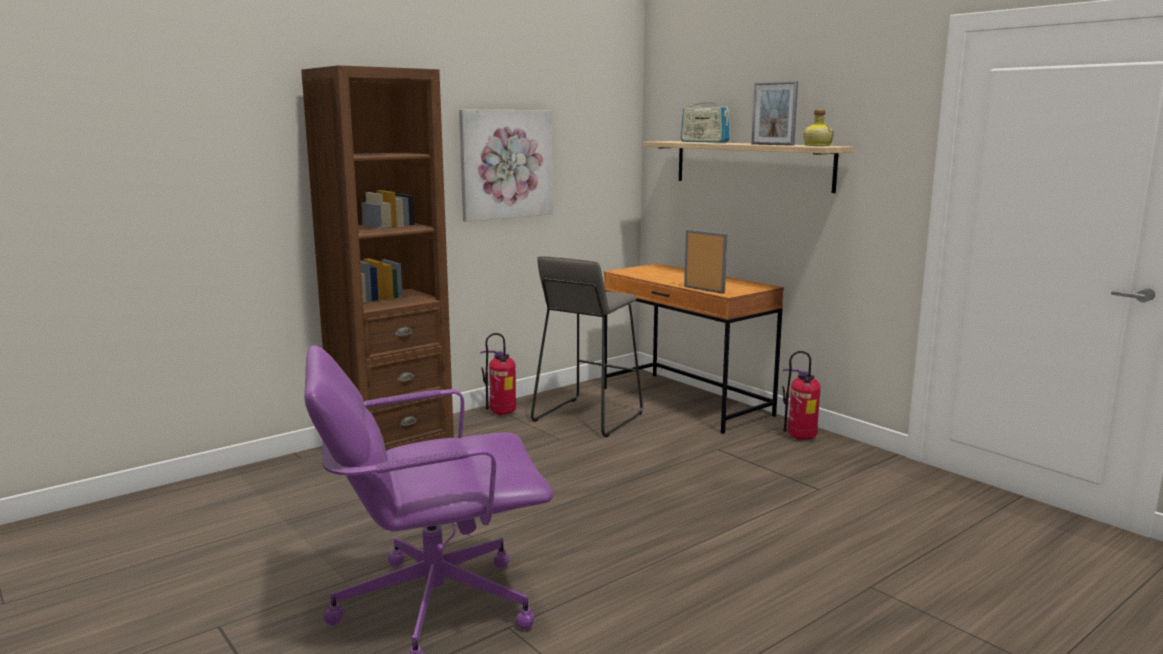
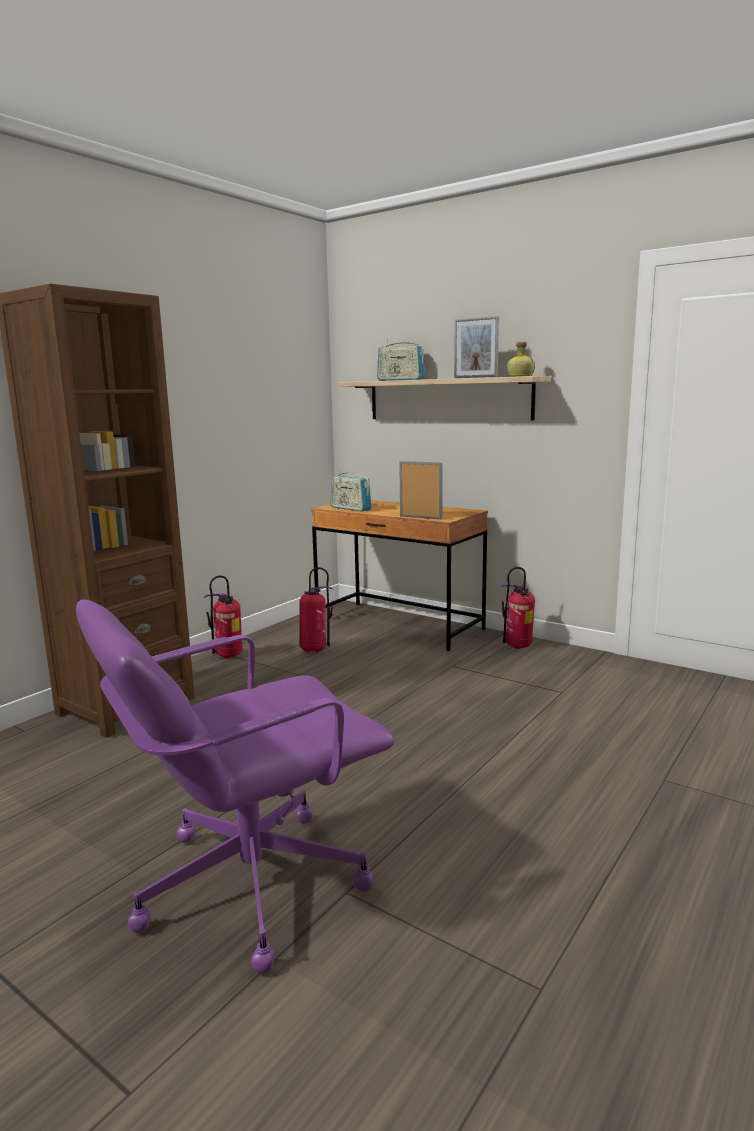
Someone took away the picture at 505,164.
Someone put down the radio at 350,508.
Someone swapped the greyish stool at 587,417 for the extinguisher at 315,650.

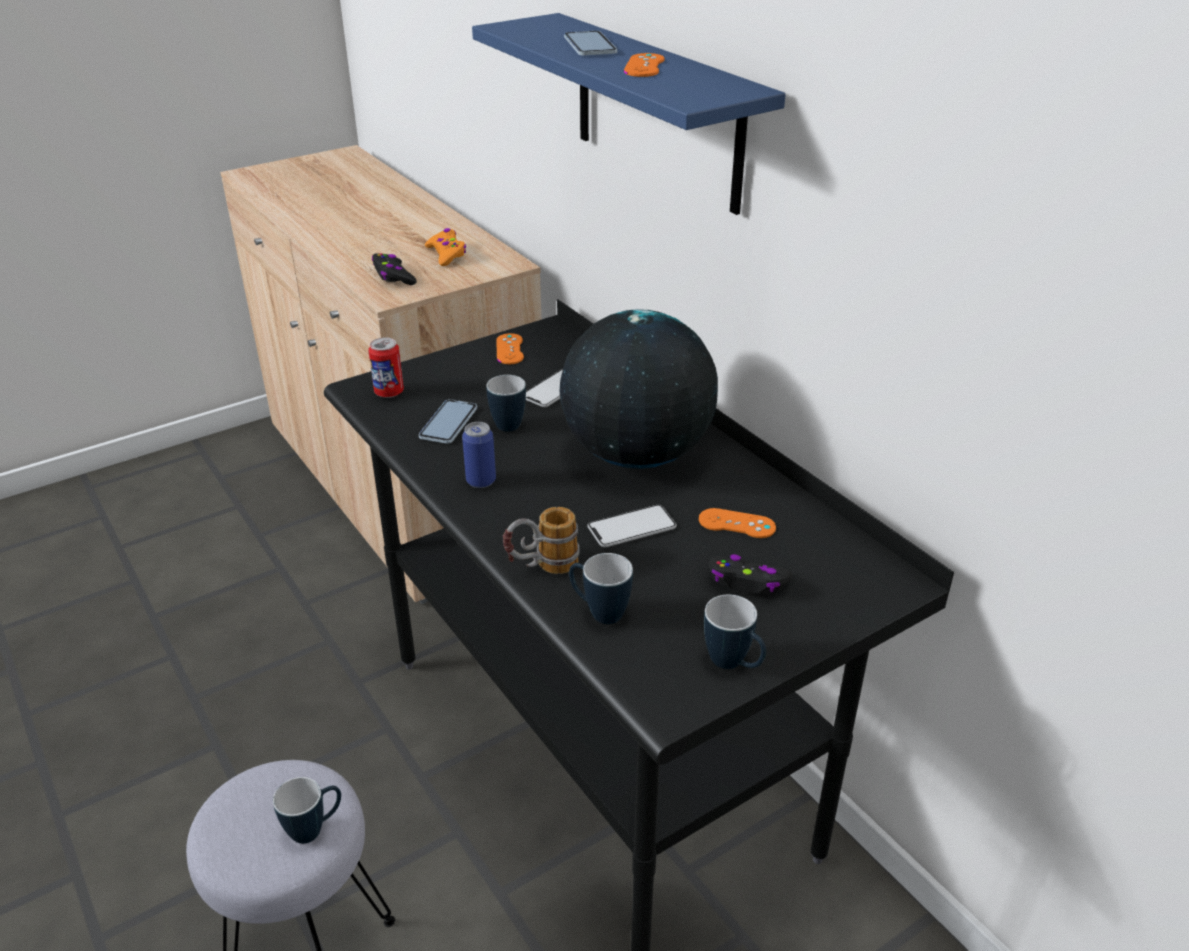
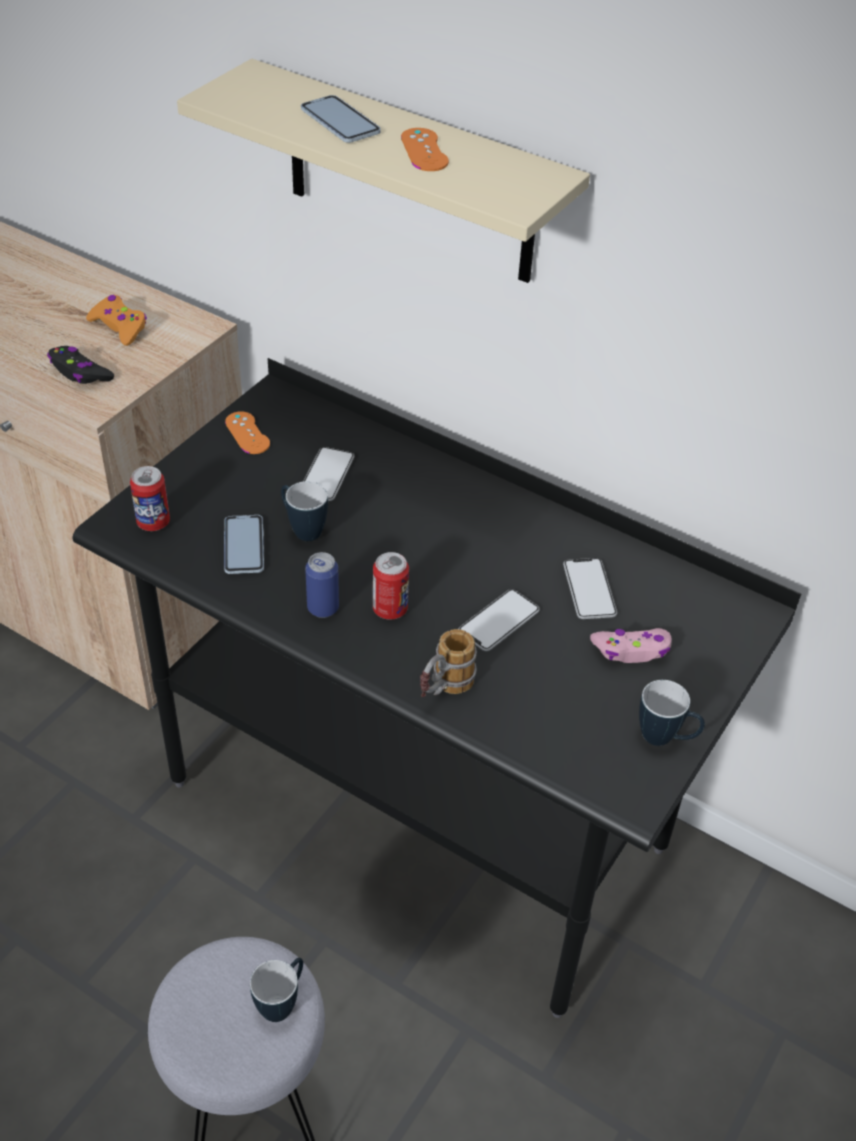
Someone took away the desk globe at 636,455.
Someone took away the coffee mug at 599,612.
Someone put down the can at 390,609.
Someone swapped the orangey joypad at 737,524 for the telephone at 589,590.
Someone repainted the blue wall shelf at 657,112, which became the beige wall shelf at 410,175.
Someone repainted the black joypad at 747,582, which became the pinkish joypad at 632,650.

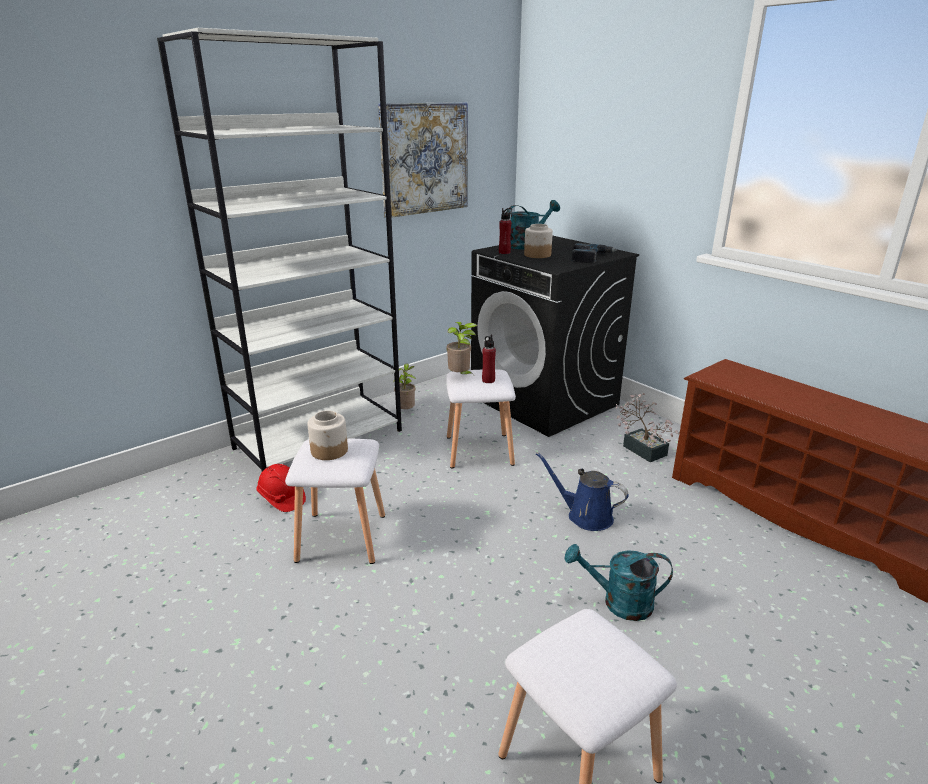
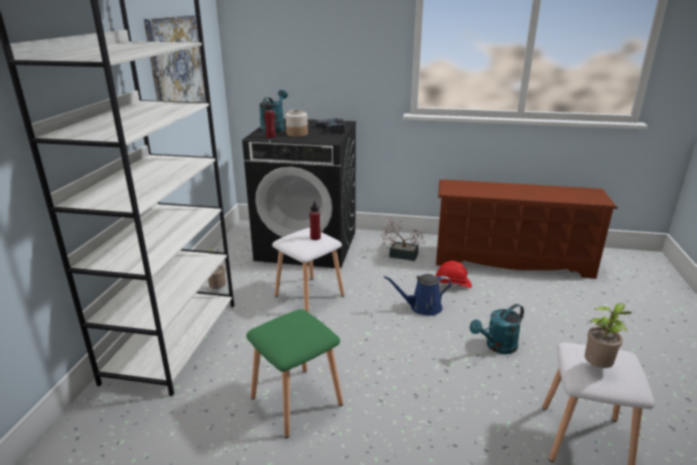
Someone took away the preserve jar at 330,450.
Someone carried the red-coloured safety helmet from 281,498 to 453,284.
Someone carried the potted plant from 460,376 to 598,368.
Someone repainted the white-coloured stool at 341,536, which became the green stool at 295,400.

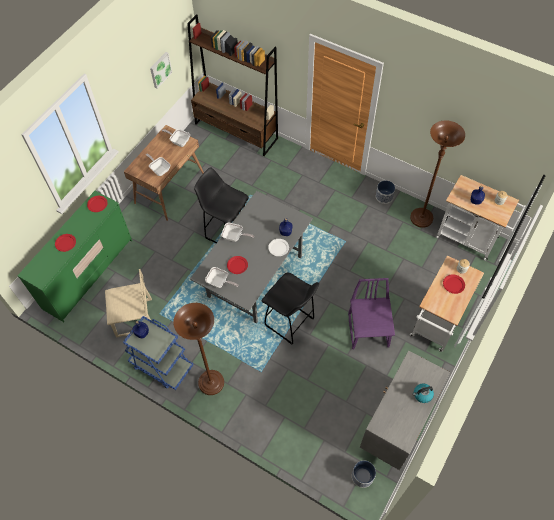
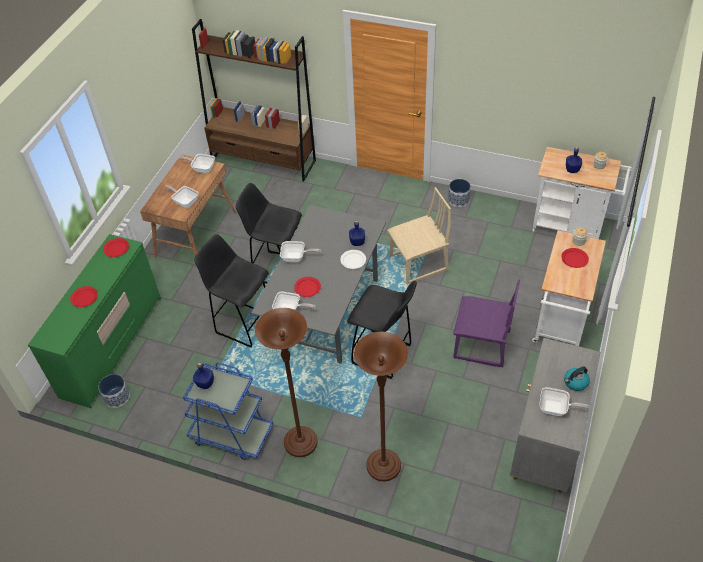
Someone took away the picture at 160,69.
Someone put down the black stool at 243,324.
Someone put down the pan at 556,409.
Someone carried the beige plain chair from 134,318 to 418,264.
Someone carried the plant pot from 362,476 to 117,397.
Someone carried the brownish standing lamp from 421,218 to 383,466.
Someone rotated the purple plain chair at 369,330 by 120 degrees clockwise.

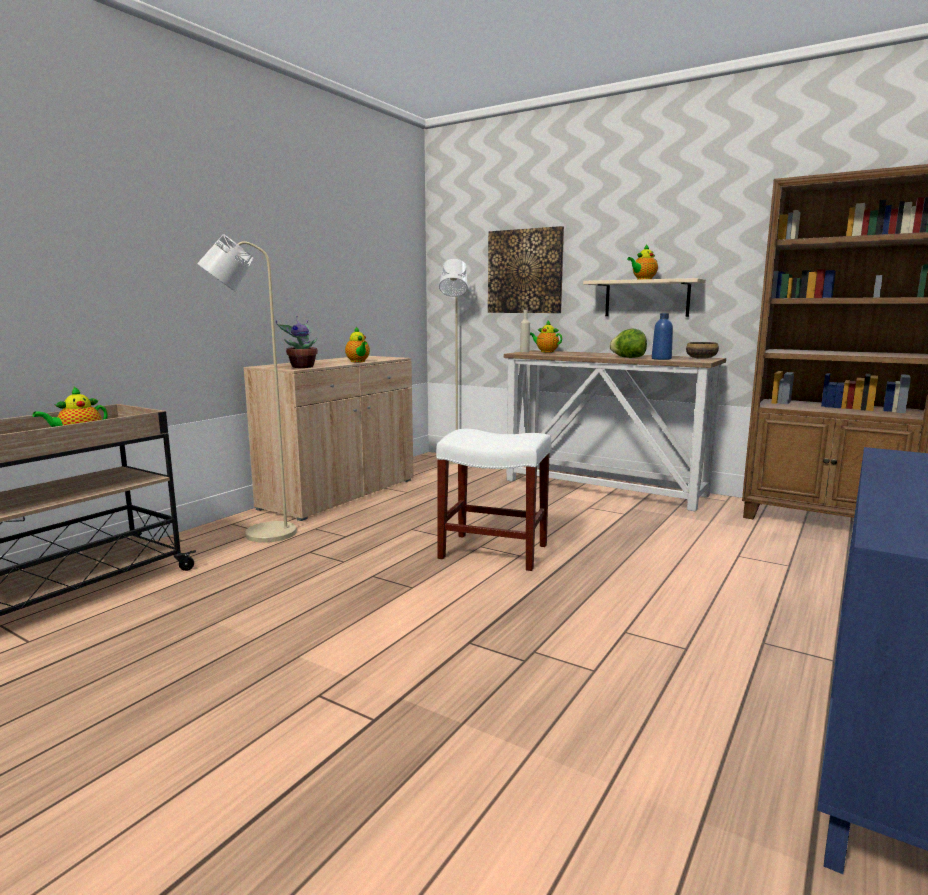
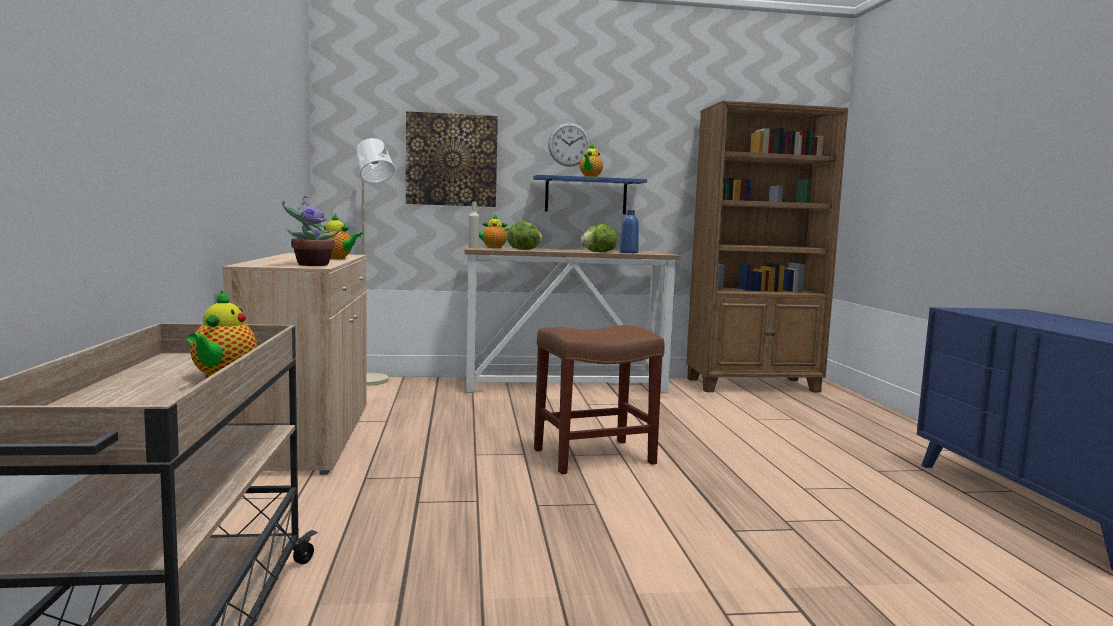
Someone took away the beige standing lamp at 260,534.
Someone took away the serving bowl at 701,358.
Someone put down the lettuce head at 524,249.
Someone put up the wall clock at 569,144.
Someone repainted the white-coloured stool at 495,551, which became the brownish stool at 595,456.
Someone repainted the beige wall shelf at 646,298, which became the blue wall shelf at 586,195.

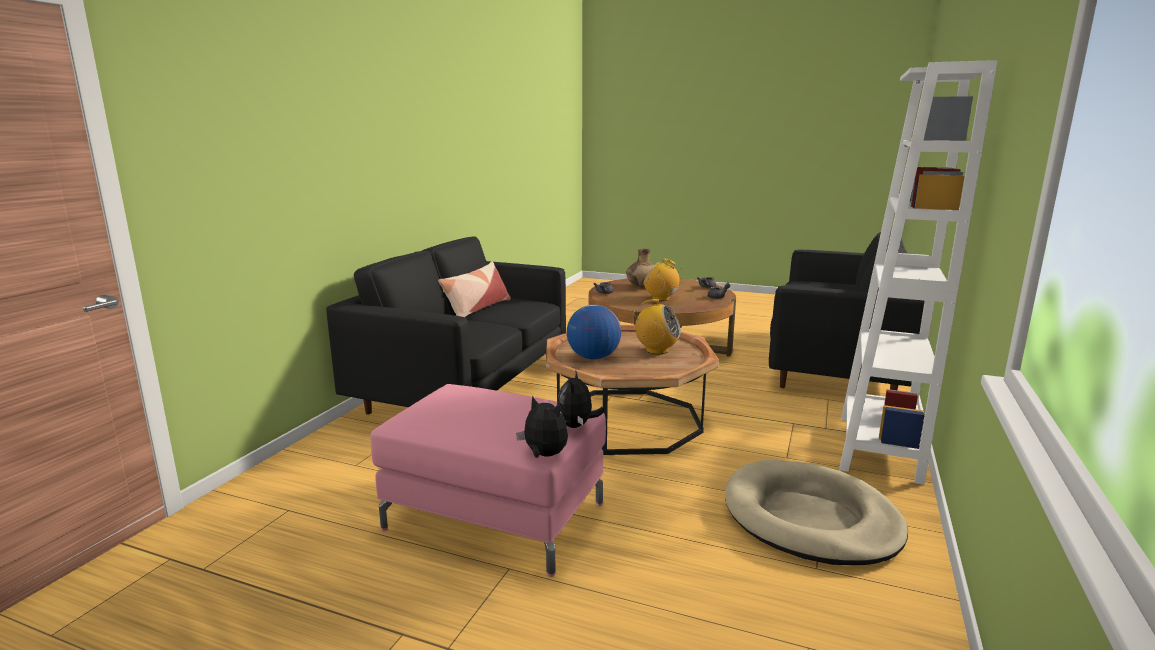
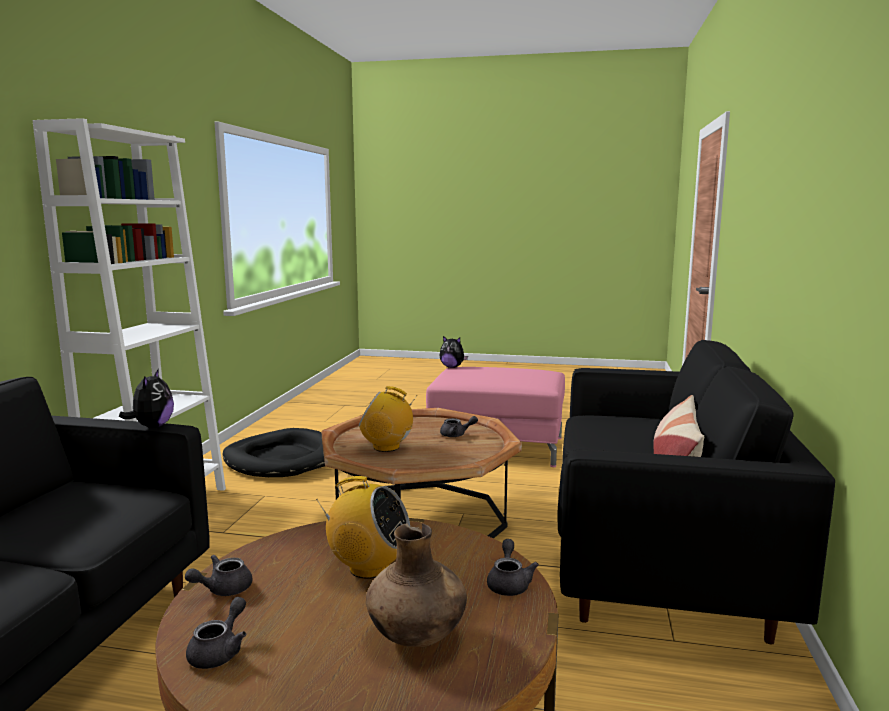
Someone carried the plush toy from 577,426 to 152,426.
Someone swapped the desk globe at 593,357 for the greyish teapot at 456,435.
Someone repainted the beige dog bed at 810,518, which became the black dog bed at 282,459.

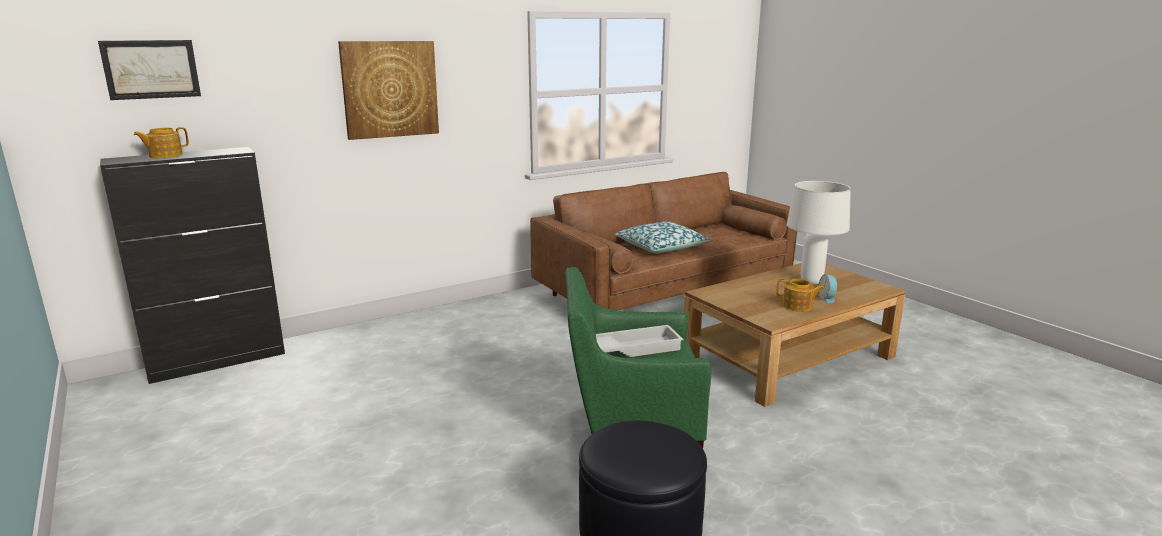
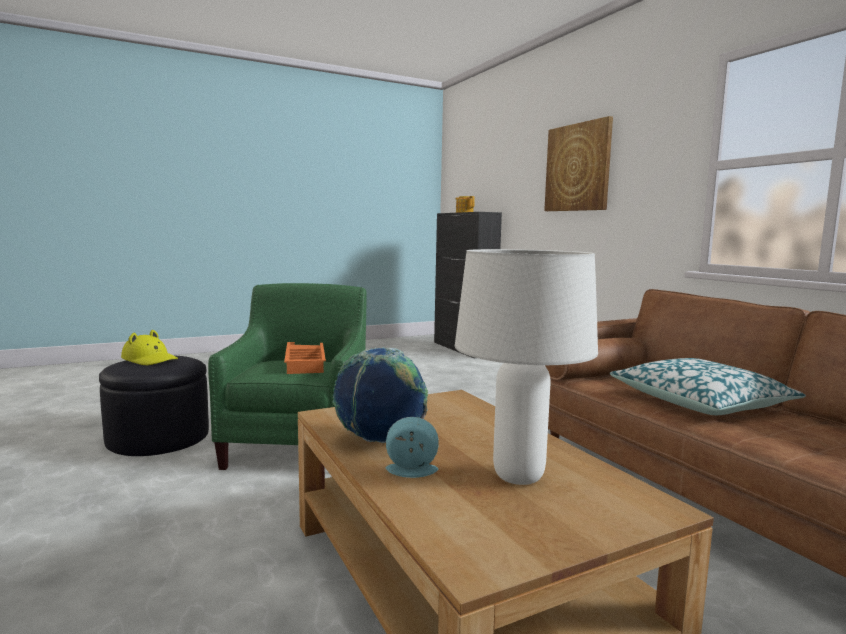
Someone took away the picture at 151,69.
Someone put down the yellow clothing hat at 150,359.
Someone swapped the teapot at 798,306 for the desk globe at 380,440.
Someone repainted the white-coloured serving tray at 634,347, which became the orangey serving tray at 306,362.

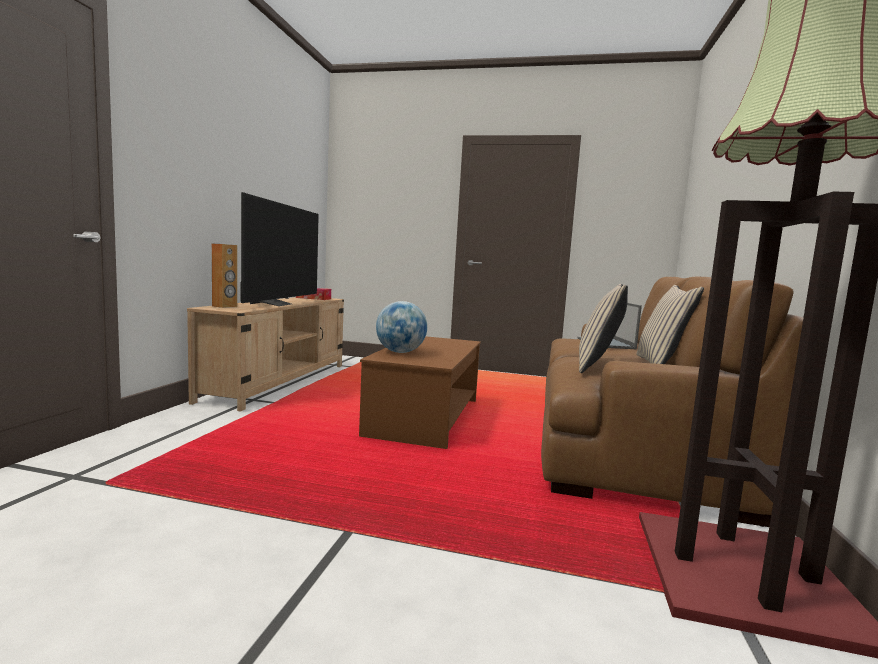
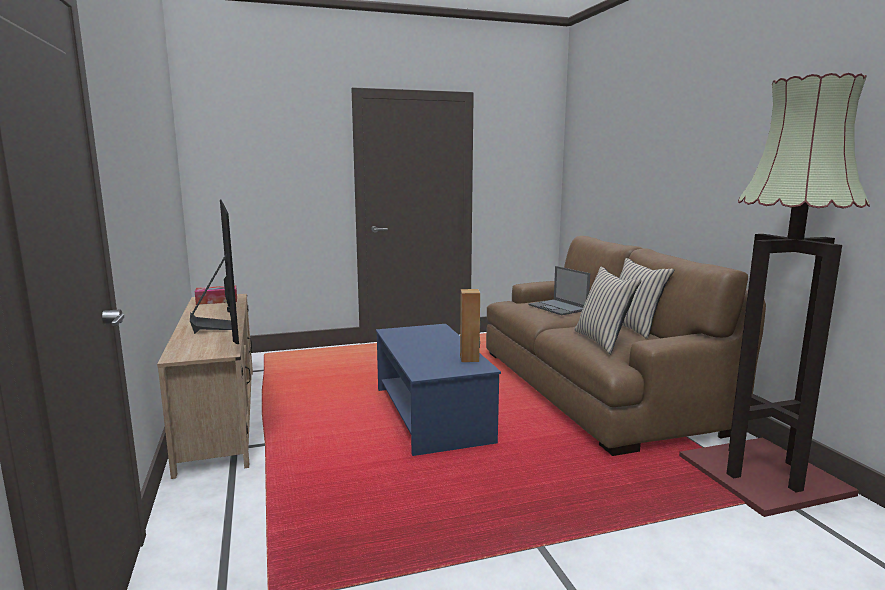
Someone took away the desk globe at 400,352.
Someone carried the brownish speaker from 225,306 to 469,358.
Someone repainted the brownish lounge table at 425,417, which became the blue lounge table at 432,415.

